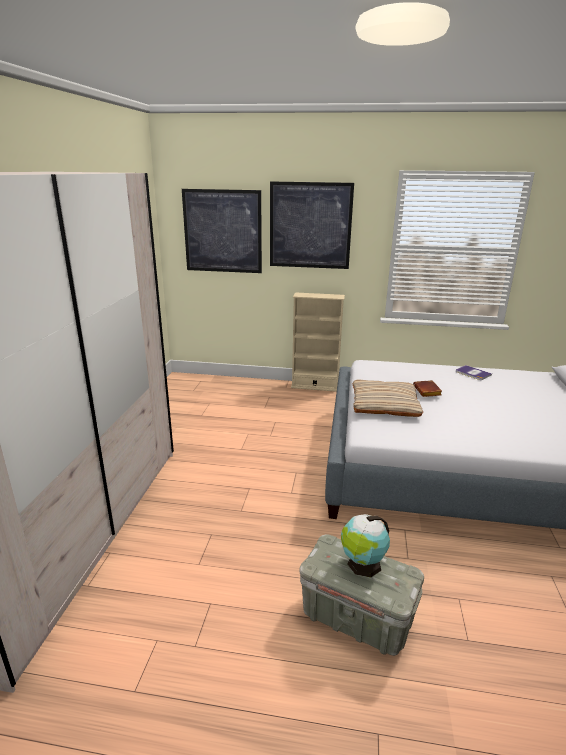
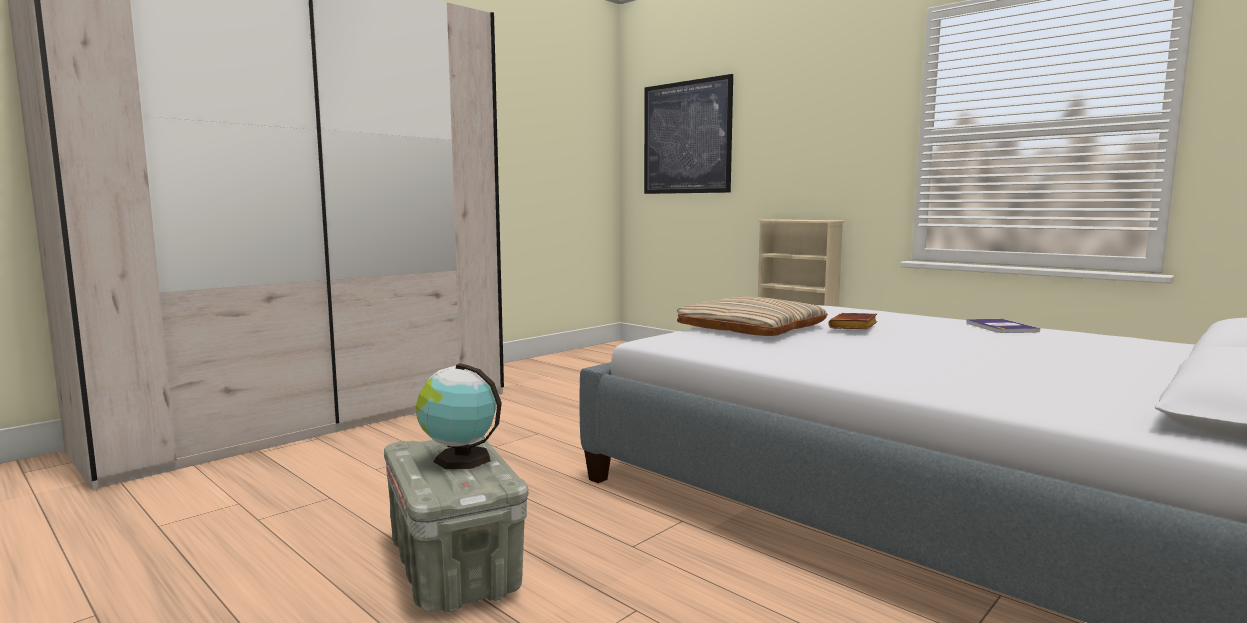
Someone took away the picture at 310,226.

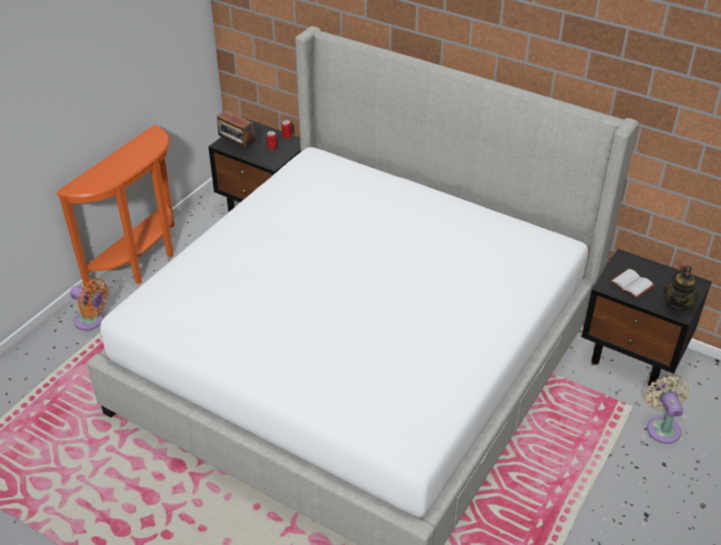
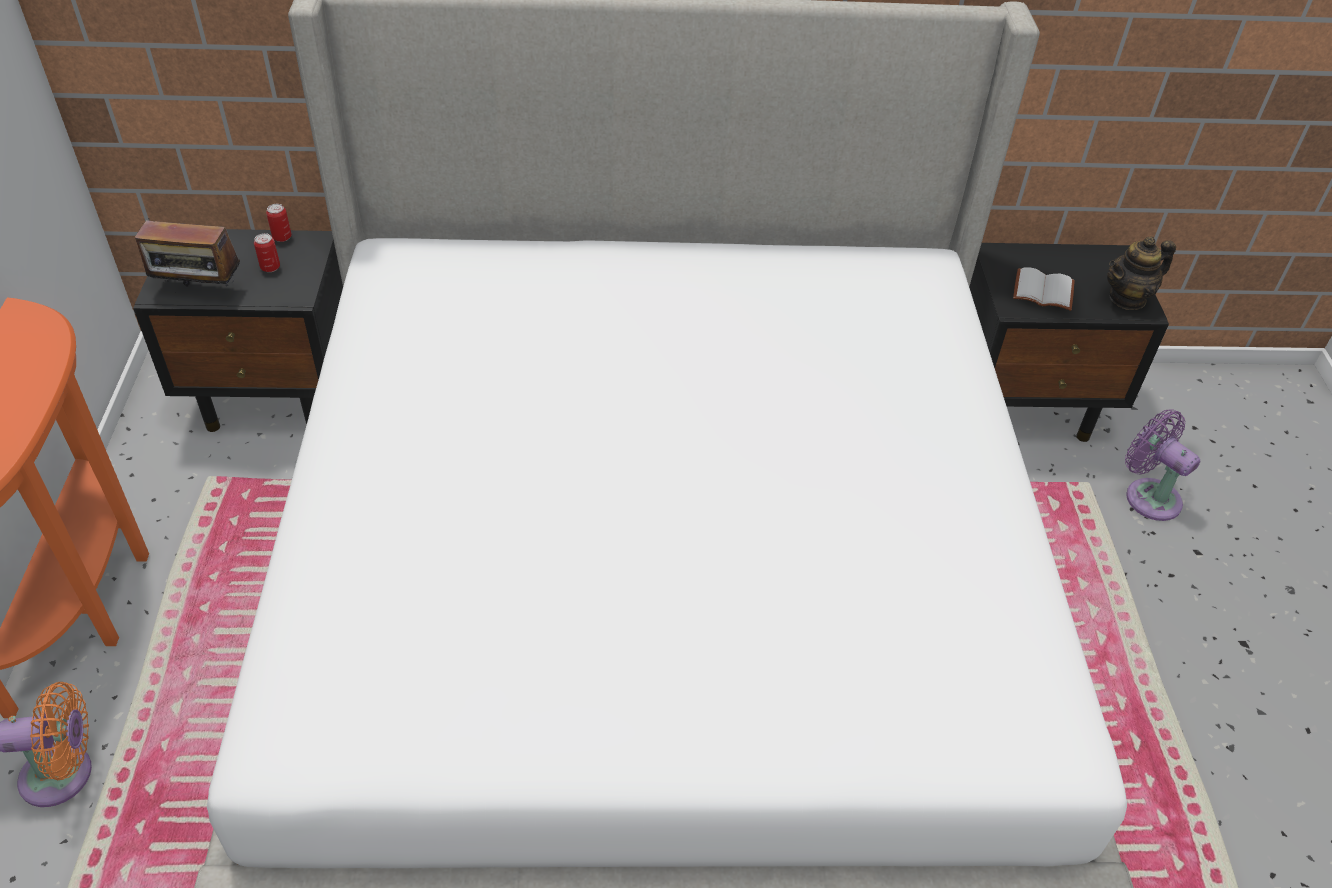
Someone repainted the beige cooling fan at 662,427, which became the purple cooling fan at 1148,496.
Someone rotated the teapot at 678,305 by 75 degrees clockwise.

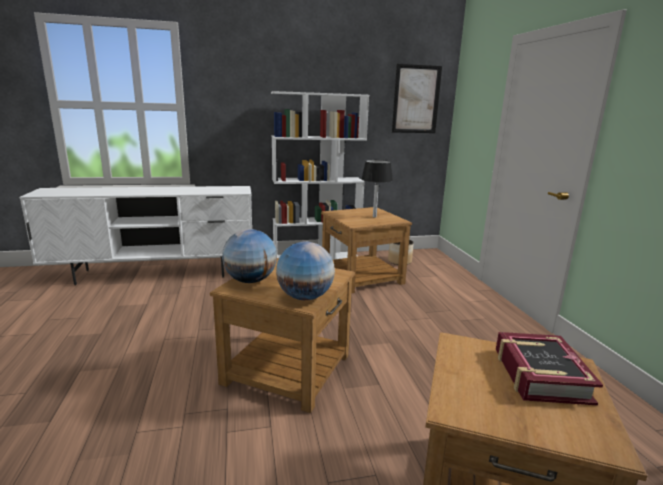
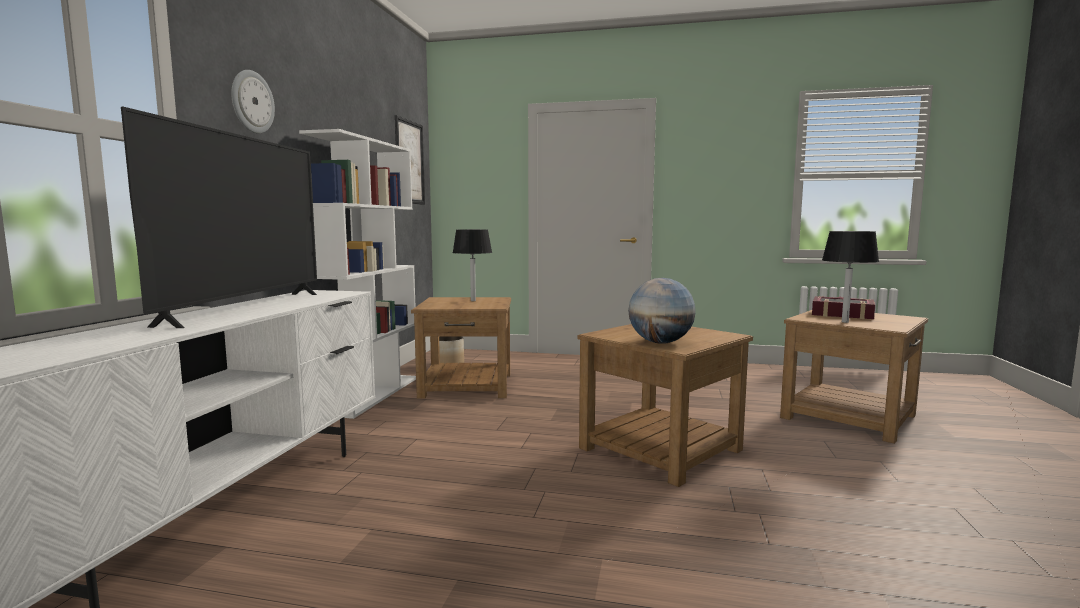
Someone took away the desk globe at 305,297.
Someone put down the TV set at 247,308.
Someone put up the wall clock at 252,102.
Someone put down the black tabletop lamp at 845,322.

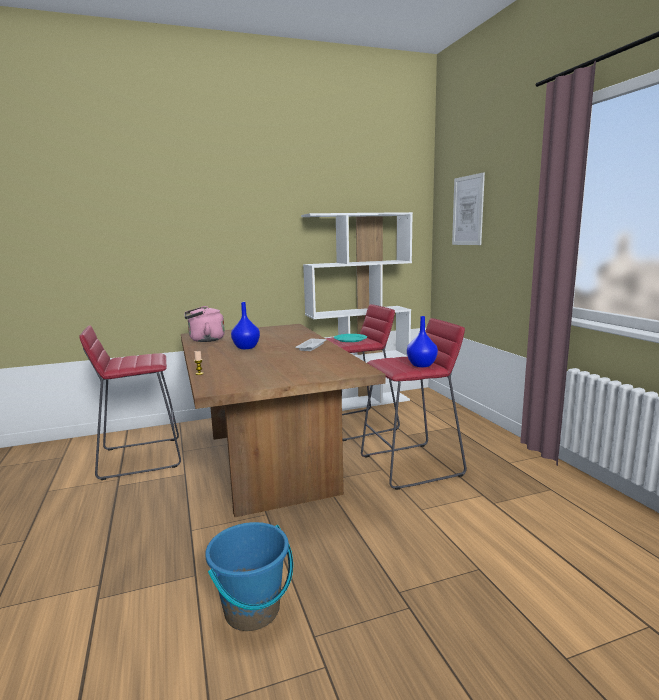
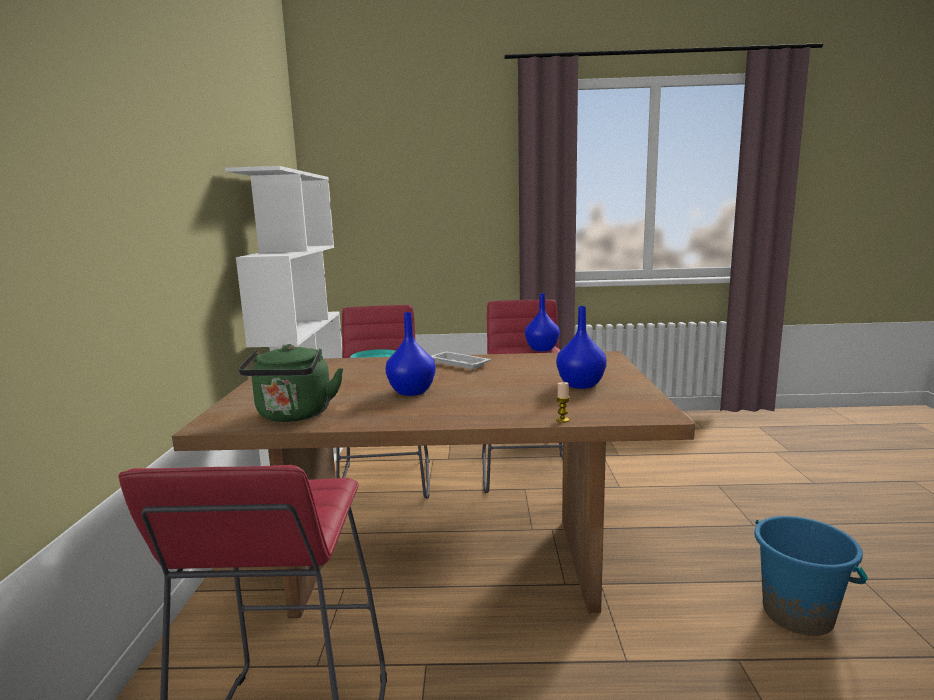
Someone took away the picture at 468,210.
Someone put down the blue decorative vase at 579,385.
Someone repainted the pinkish kettle at 204,340, which became the green kettle at 294,415.

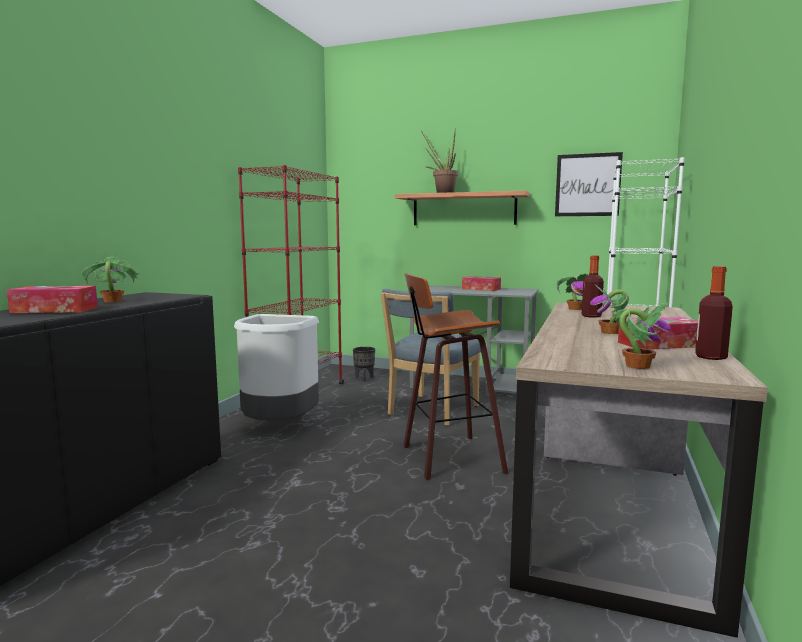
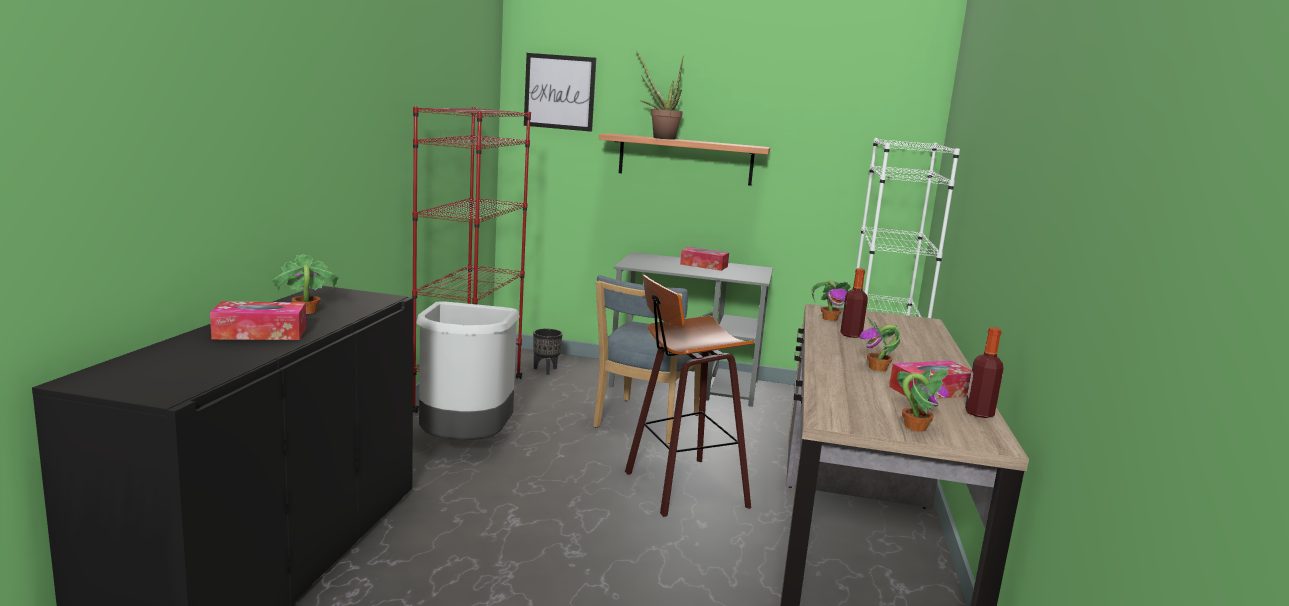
Someone carried the picture from 587,185 to 559,92.

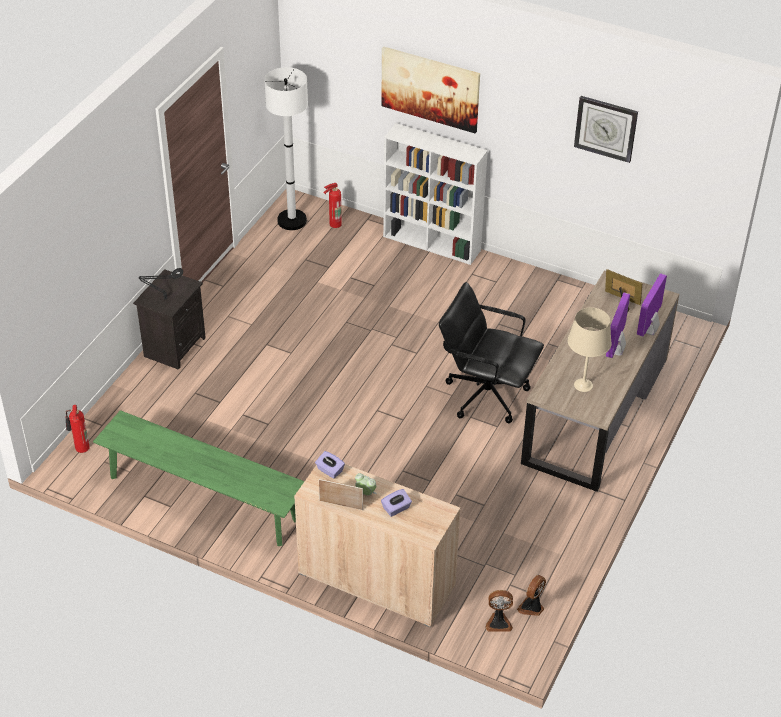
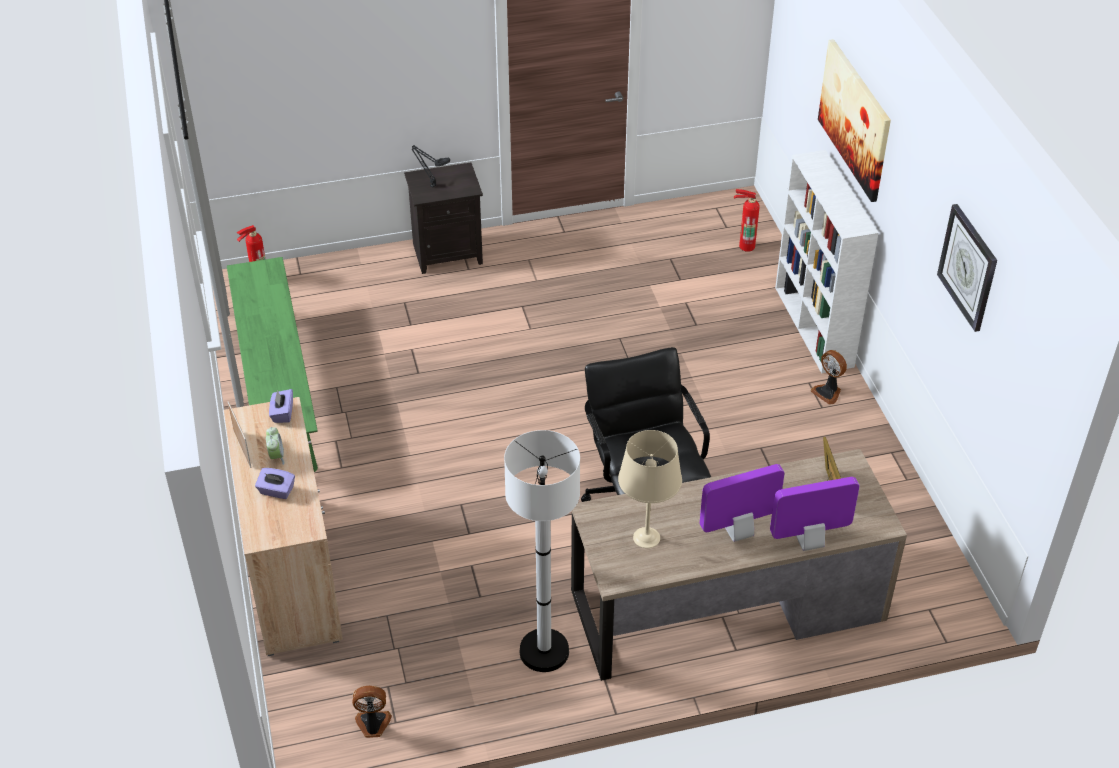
Someone carried the white-coloured standing lamp from 292,221 to 544,651.
Someone carried the cooling fan from 498,622 to 828,392.

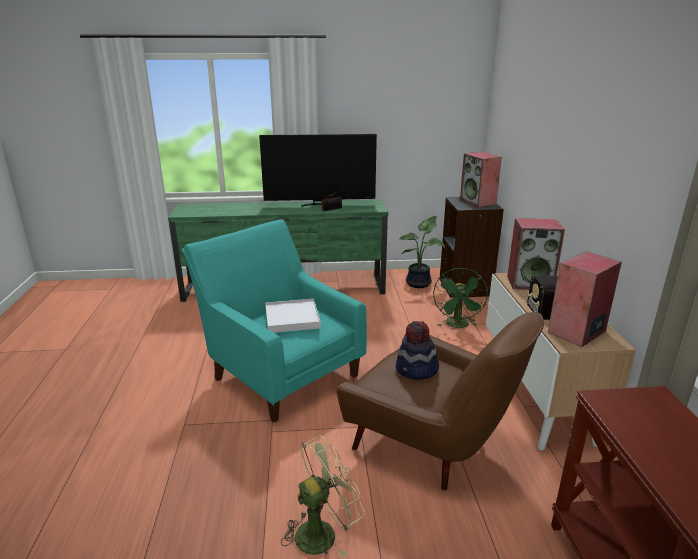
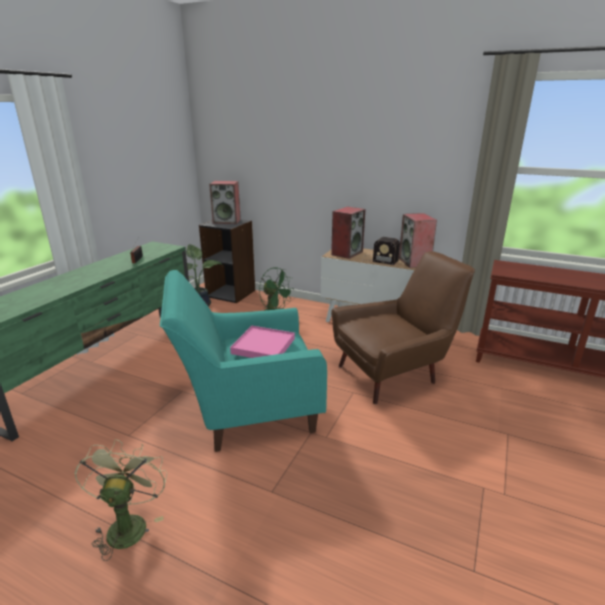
Someone took away the TV set at 319,204.
Someone took away the clothing hat at 416,370.
Someone carried the green cooling fan from 322,531 to 128,524.
Someone repainted the white-coloured serving tray at 292,318, which became the pinkish serving tray at 263,346.

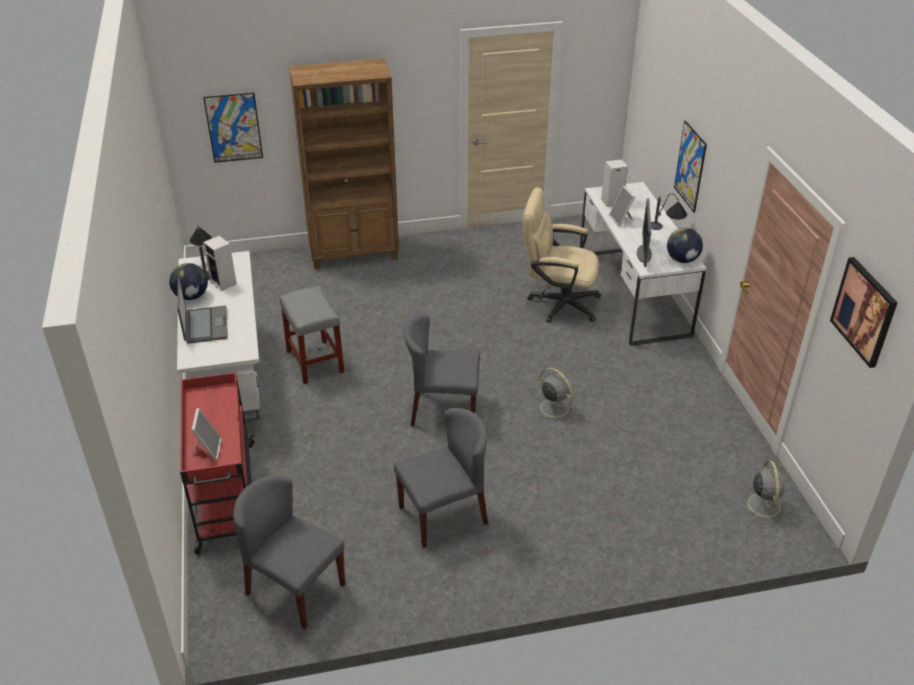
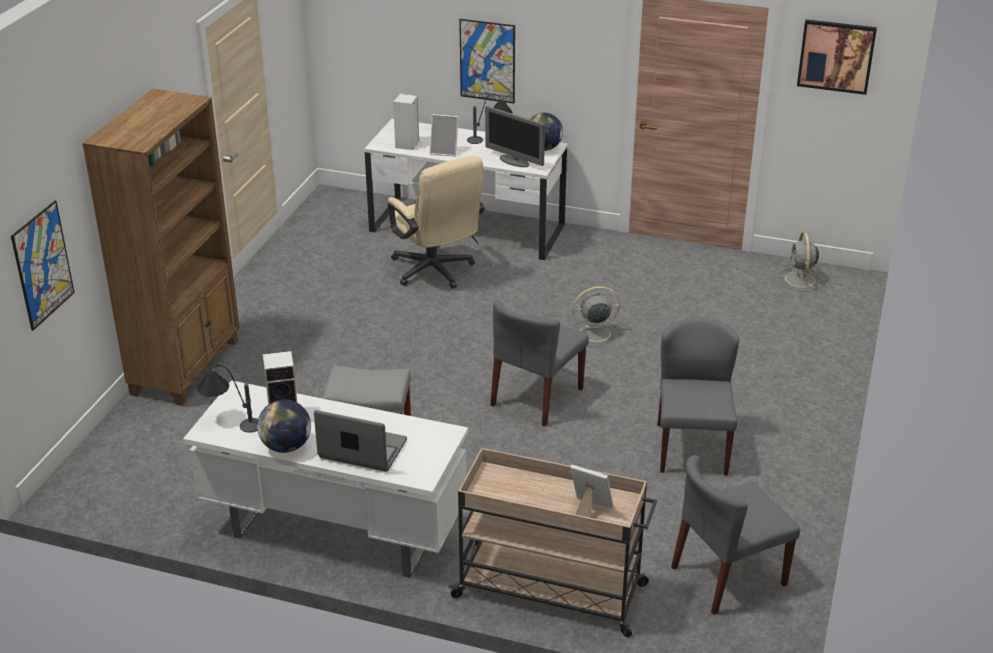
Someone repainted the red-coloured wheeled cart at 226,497, which became the beige wheeled cart at 552,591.
Someone rotated the beige office chair at 557,303 by 75 degrees counterclockwise.
Someone rotated the greyish cooling fan at 763,504 by 120 degrees counterclockwise.

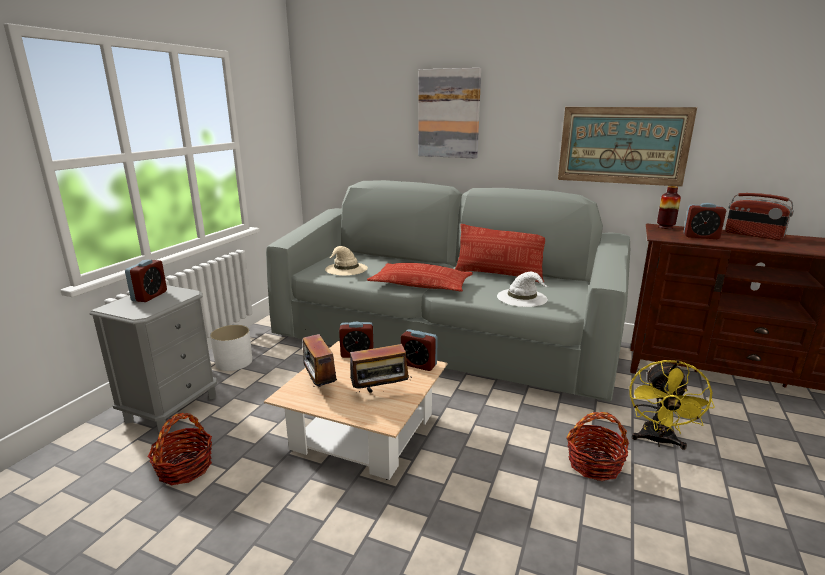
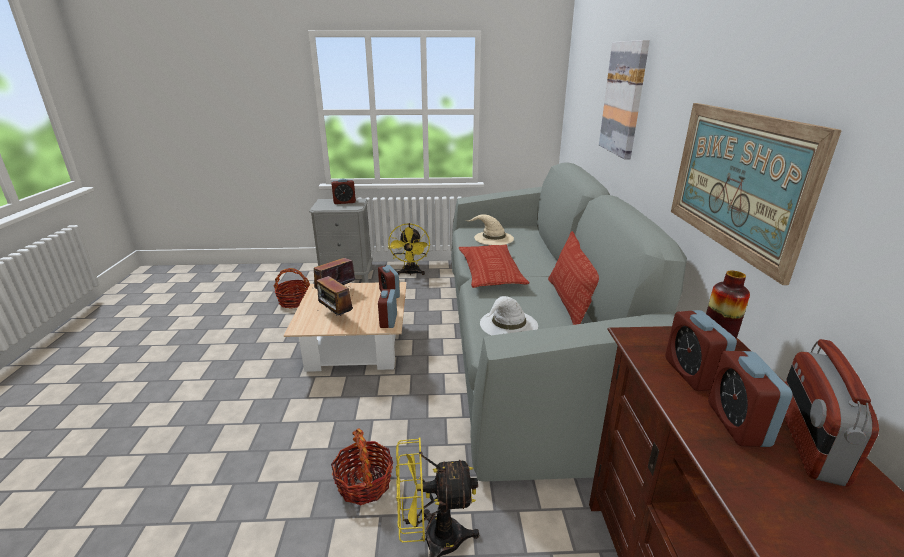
Someone put down the table clock at 737,424.
Someone swapped the white-coloured plant pot at 234,362 for the yellow cooling fan at 410,273.

